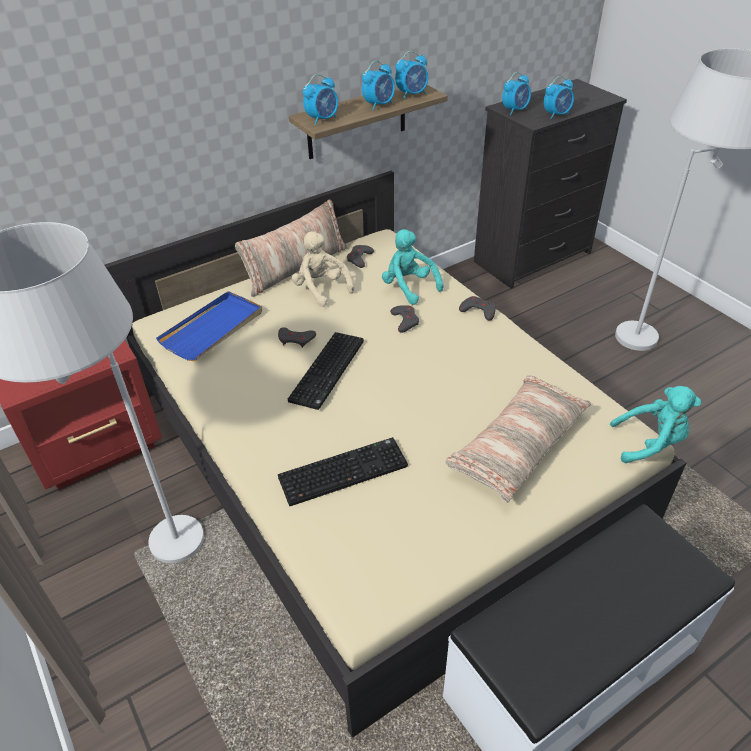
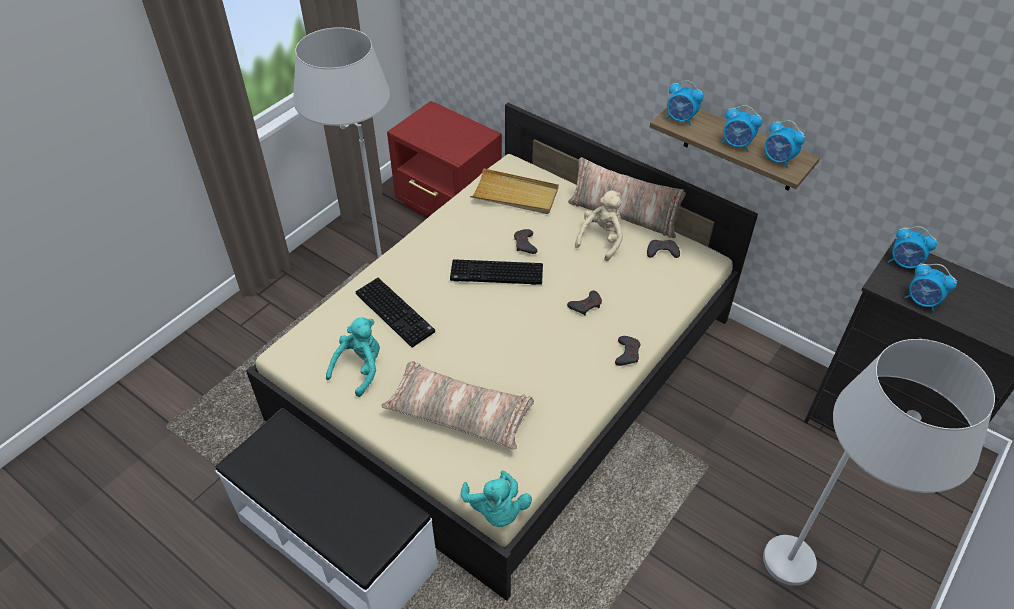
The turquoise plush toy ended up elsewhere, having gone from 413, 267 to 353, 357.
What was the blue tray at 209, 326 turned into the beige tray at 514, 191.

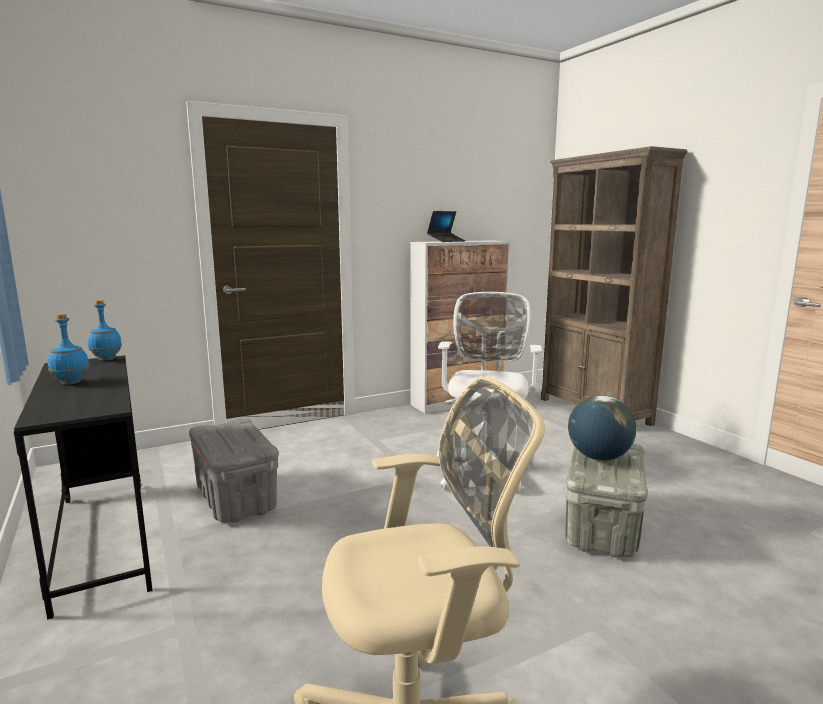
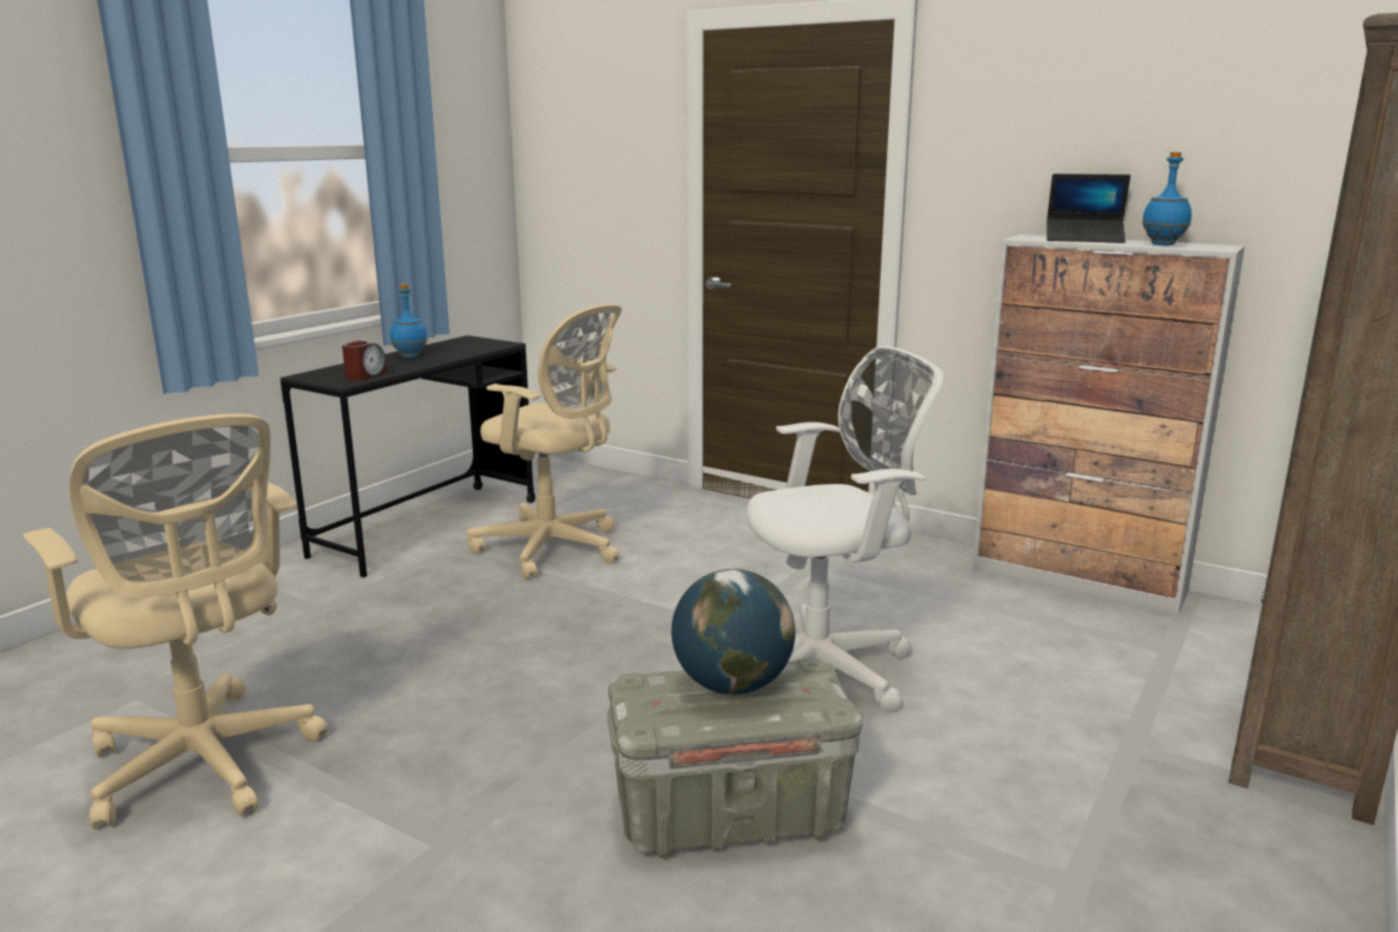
The second view gained the alarm clock at 364, 361.
Where the grey storage box stood at 234, 470, the beige office chair came to stand at 544, 441.
The blue bottle ended up elsewhere, having gone from 105, 330 to 1167, 198.

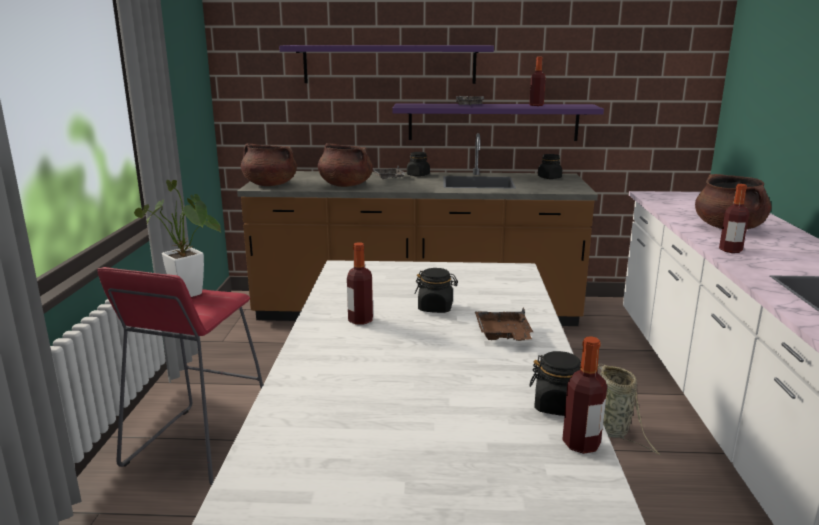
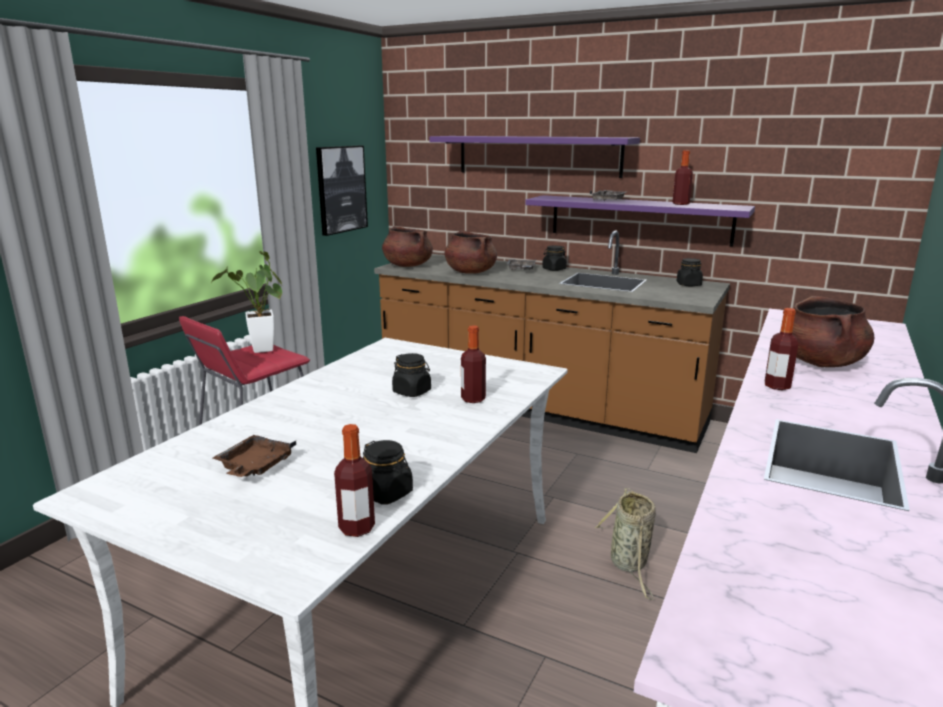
The brown tray ended up elsewhere, having gone from 504, 324 to 254, 456.
The second view gained the picture at 342, 191.
The bottle ended up elsewhere, having gone from 360, 283 to 473, 364.

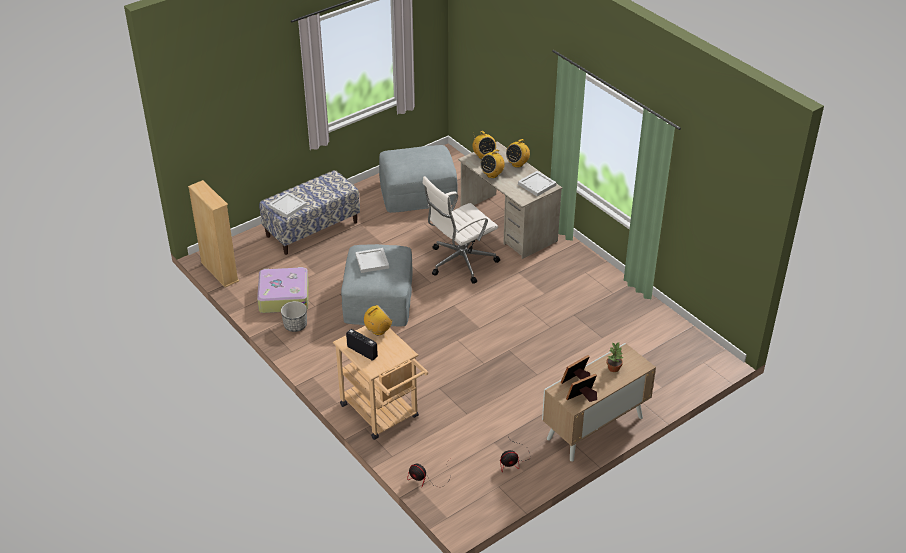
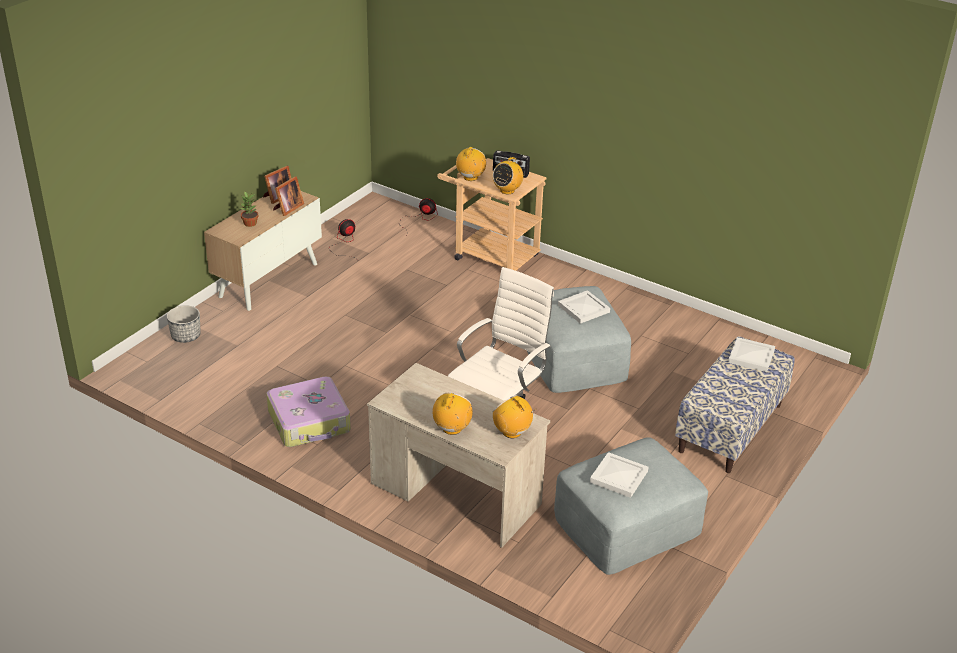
The planter ended up elsewhere, having gone from 294, 316 to 184, 324.
The suitcase ended up elsewhere, having gone from 283, 290 to 308, 412.
The radio ended up elsewhere, having gone from 492, 163 to 471, 164.
The white tray ended up elsewhere, having gone from 537, 183 to 619, 475.
The second view lost the beige bookcase at 213, 234.

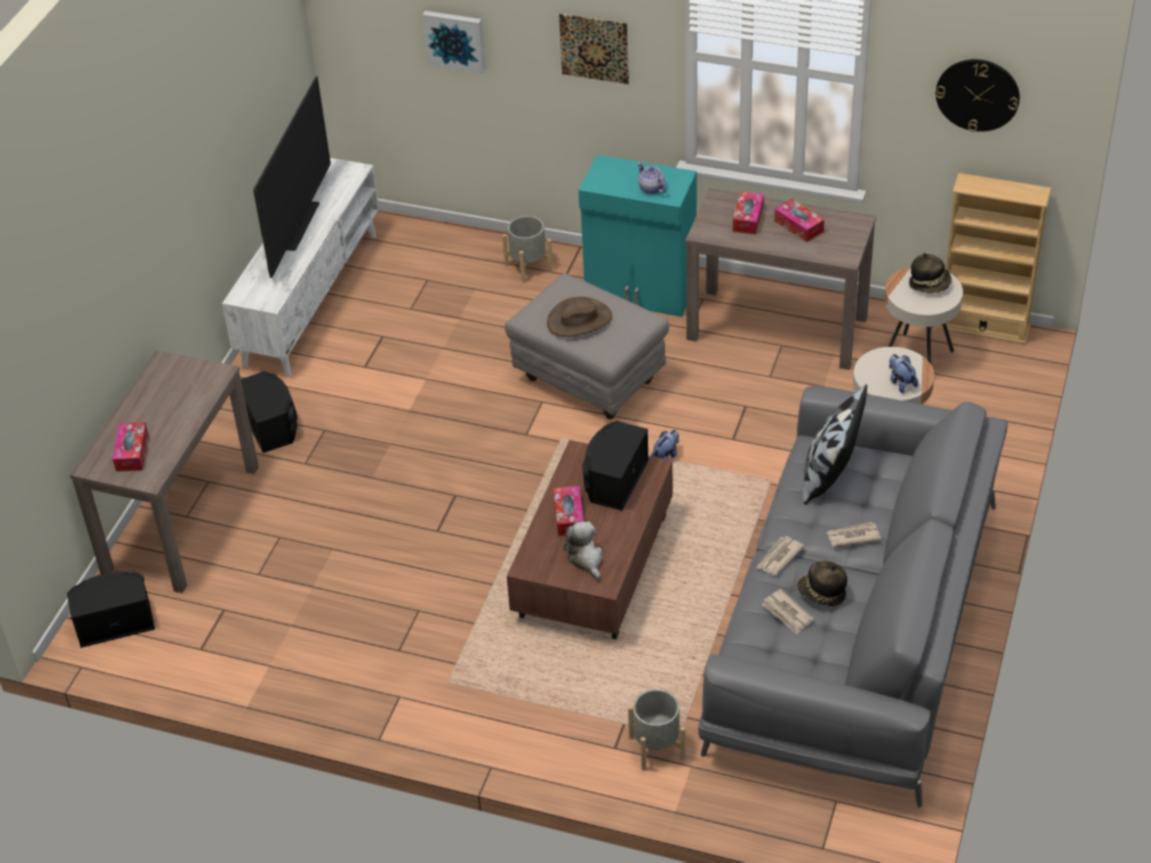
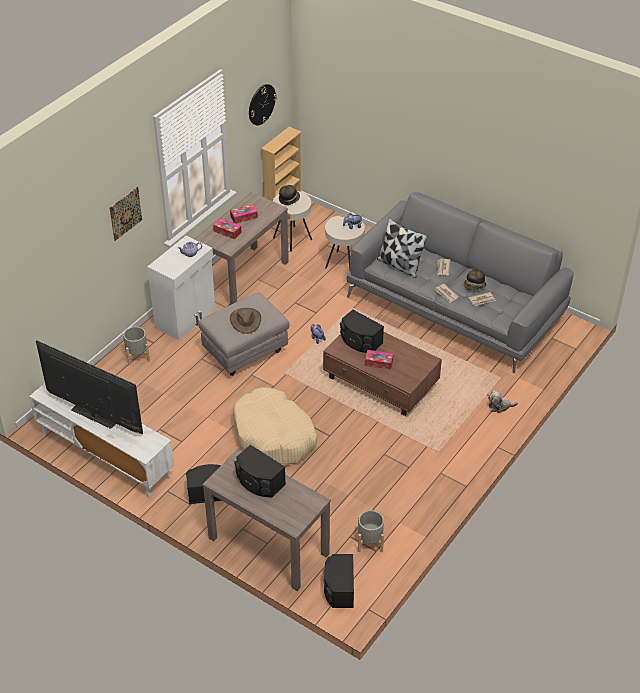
What was the turquoise cabinet at 637, 236 turned into the white cabinet at 181, 288.
The second view gained the beige dog bed at 275, 425.
The second view gained the black speaker at 260, 471.
The grey planter ended up elsewhere, having gone from 656, 730 to 371, 531.
The plush toy ended up elsewhere, having gone from 582, 550 to 503, 401.
The second view lost the tissue box at 130, 447.
The second view lost the picture at 454, 42.

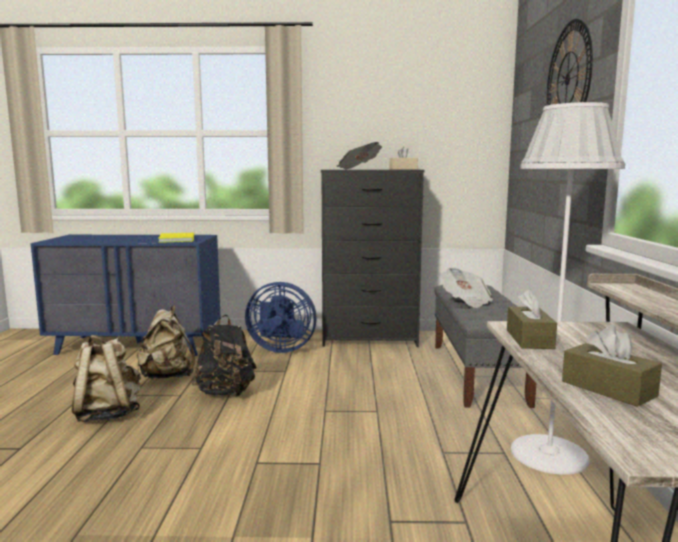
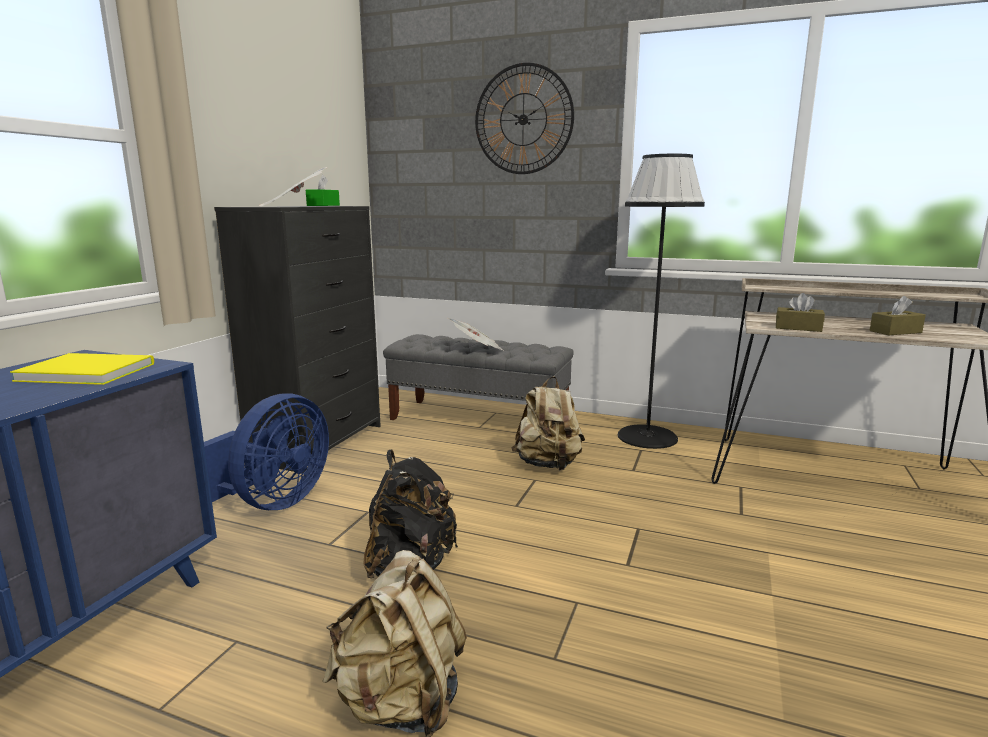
What was the beige tissue box at 403, 158 turned into the green tissue box at 323, 190.
The beige backpack ended up elsewhere, having gone from 166, 342 to 548, 423.
What was the white floor lamp at 567, 288 turned into the black floor lamp at 661, 301.

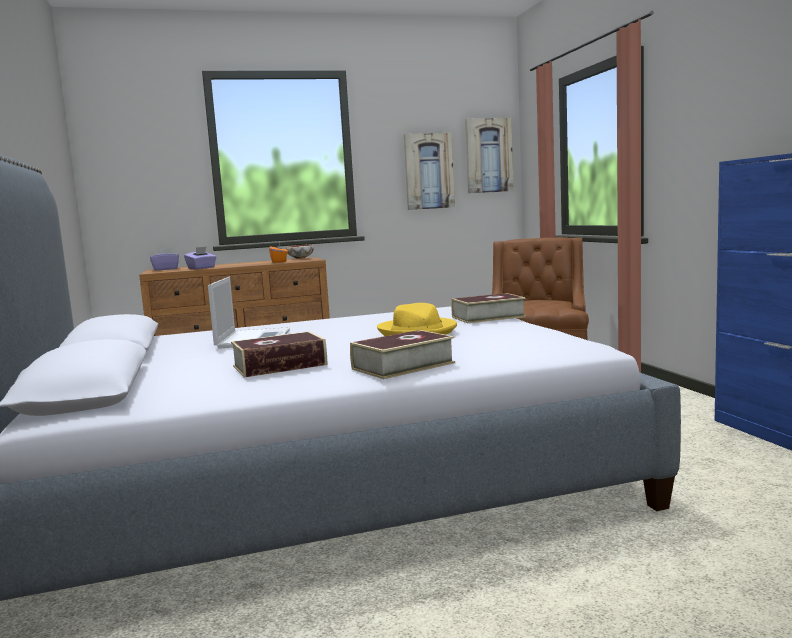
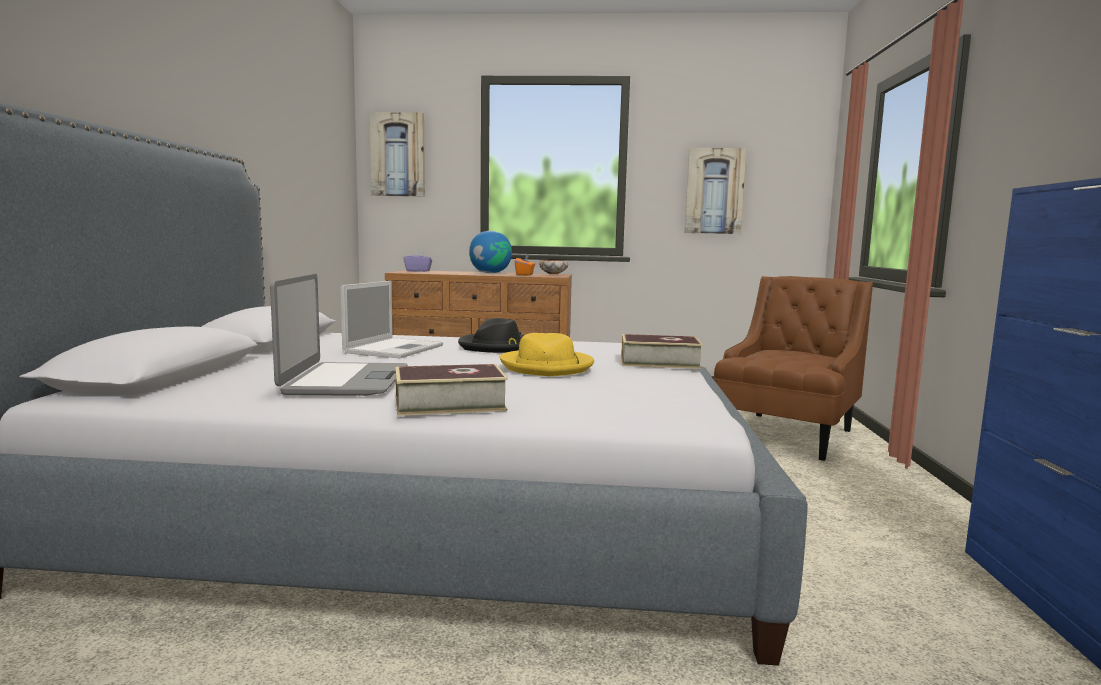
Where the book stood at 279, 354, the laptop came to stand at 339, 335.
The picture ended up elsewhere, having gone from 489, 156 to 397, 154.
The second view gained the black hat at 491, 335.
The second view gained the globe at 490, 252.
The second view lost the purple tissue box at 200, 257.

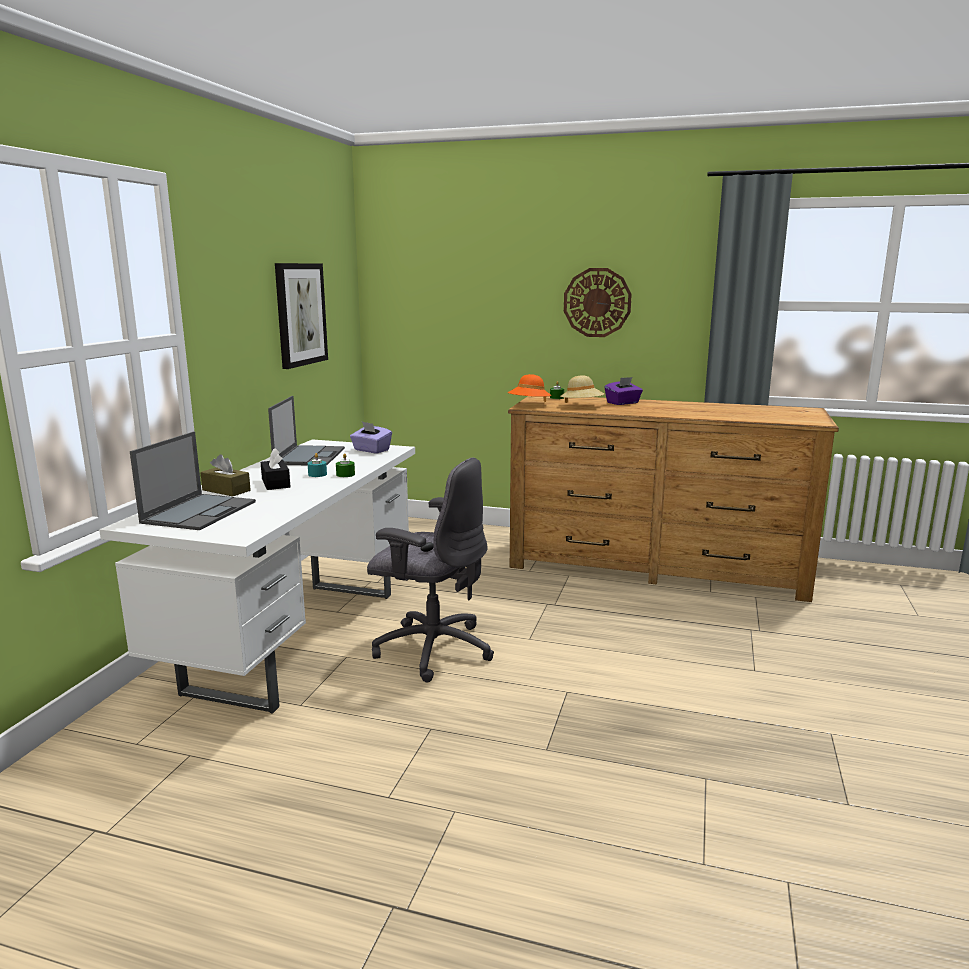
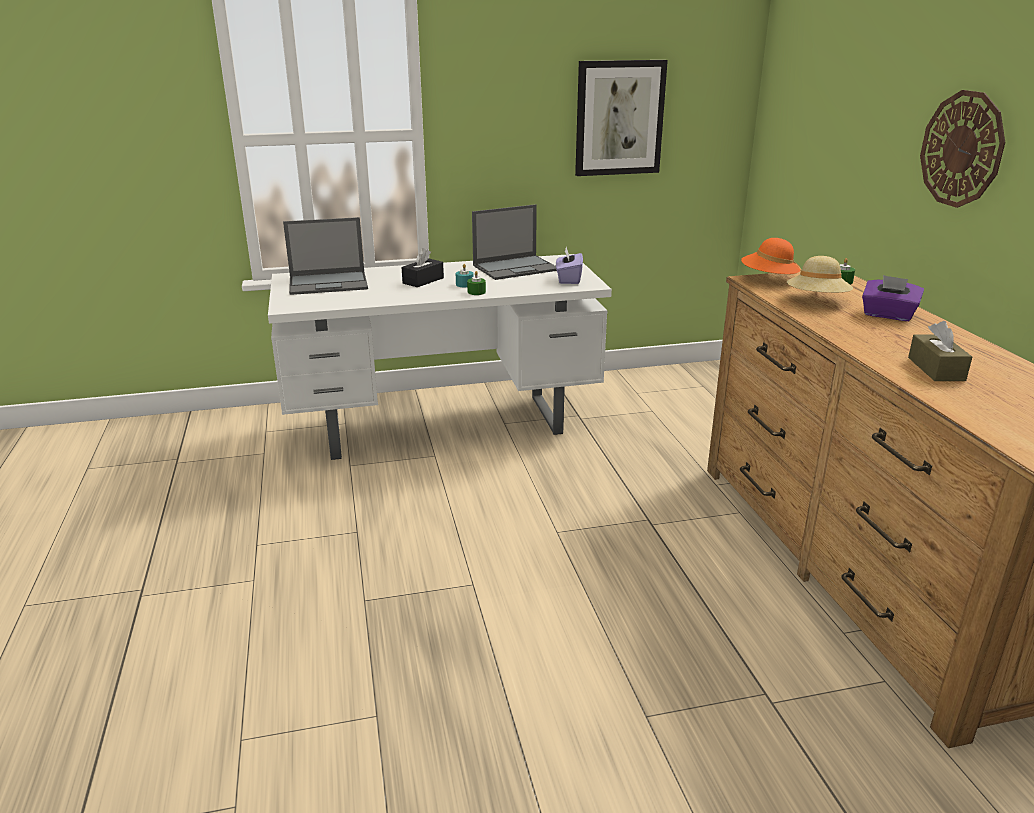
The brown tissue box ended up elsewhere, having gone from 225, 475 to 940, 351.
The second view lost the grey office chair at 430, 569.

